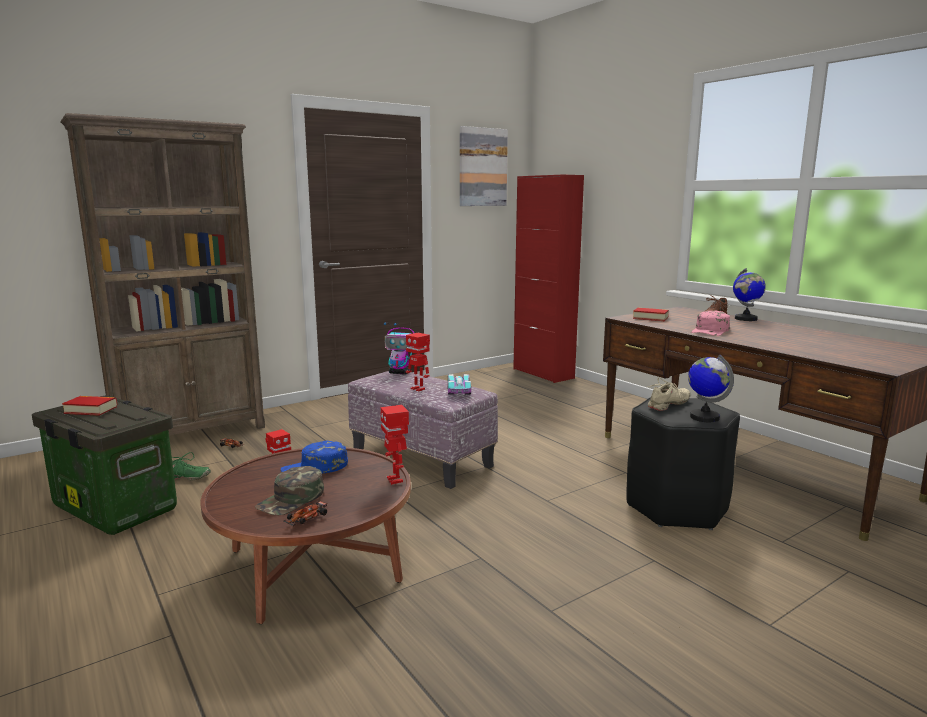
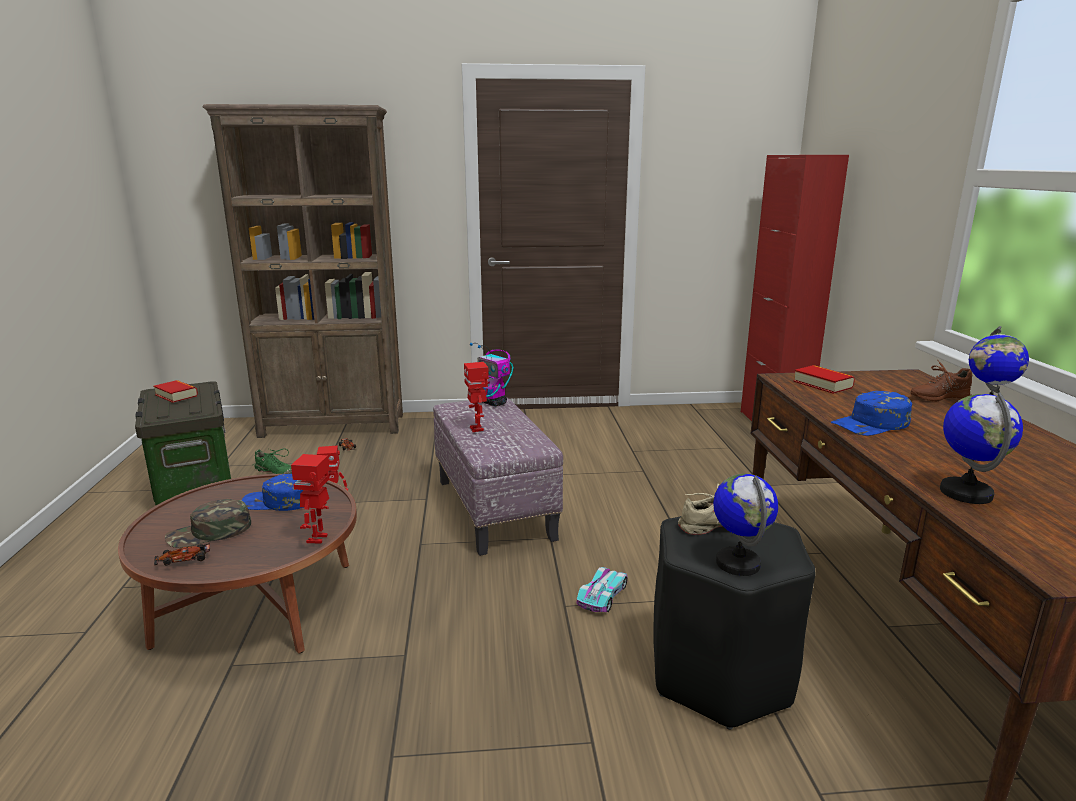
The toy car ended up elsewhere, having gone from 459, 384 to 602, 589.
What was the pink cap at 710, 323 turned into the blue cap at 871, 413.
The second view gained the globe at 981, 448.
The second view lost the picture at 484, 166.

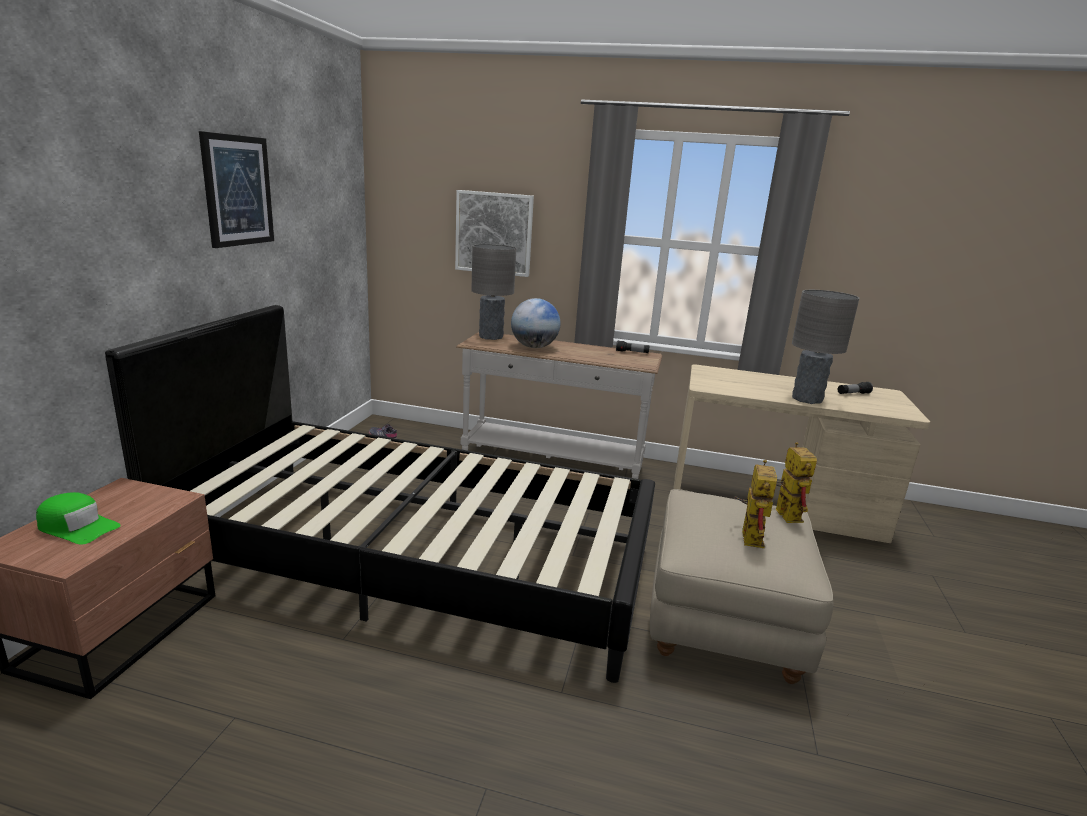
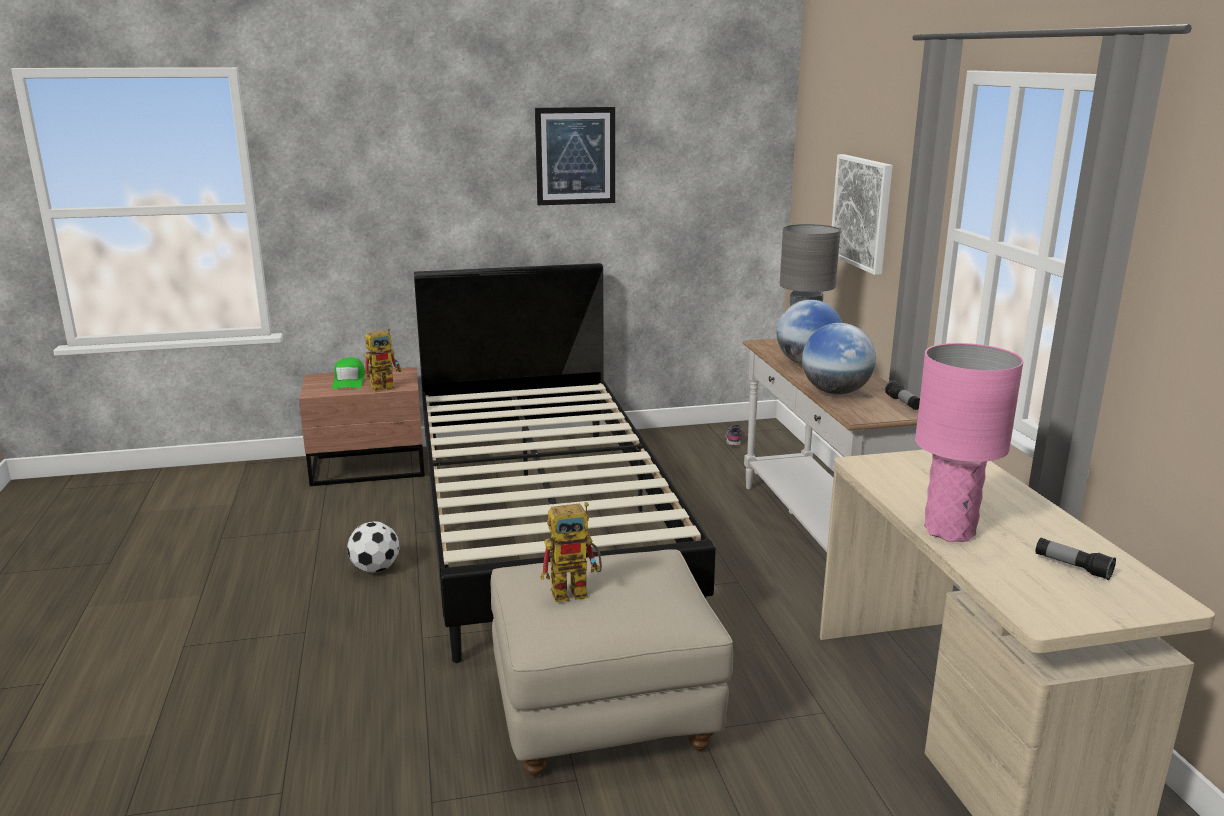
The second view gained the football at 373, 547.
The toy robot ended up elsewhere, having gone from 796, 482 to 382, 360.
The second view gained the globe at 839, 359.
What was the grey table lamp at 825, 347 turned into the pink table lamp at 969, 442.

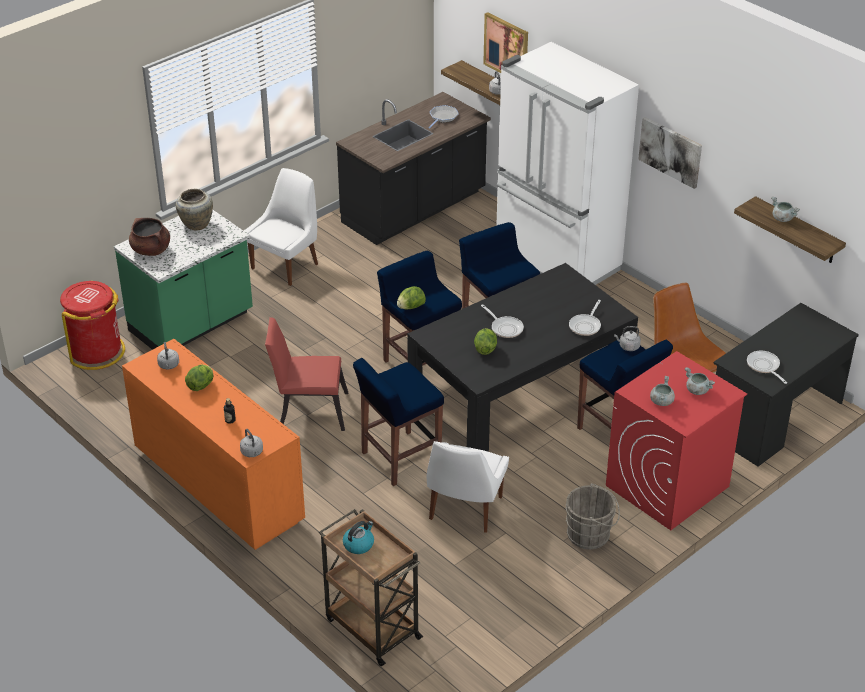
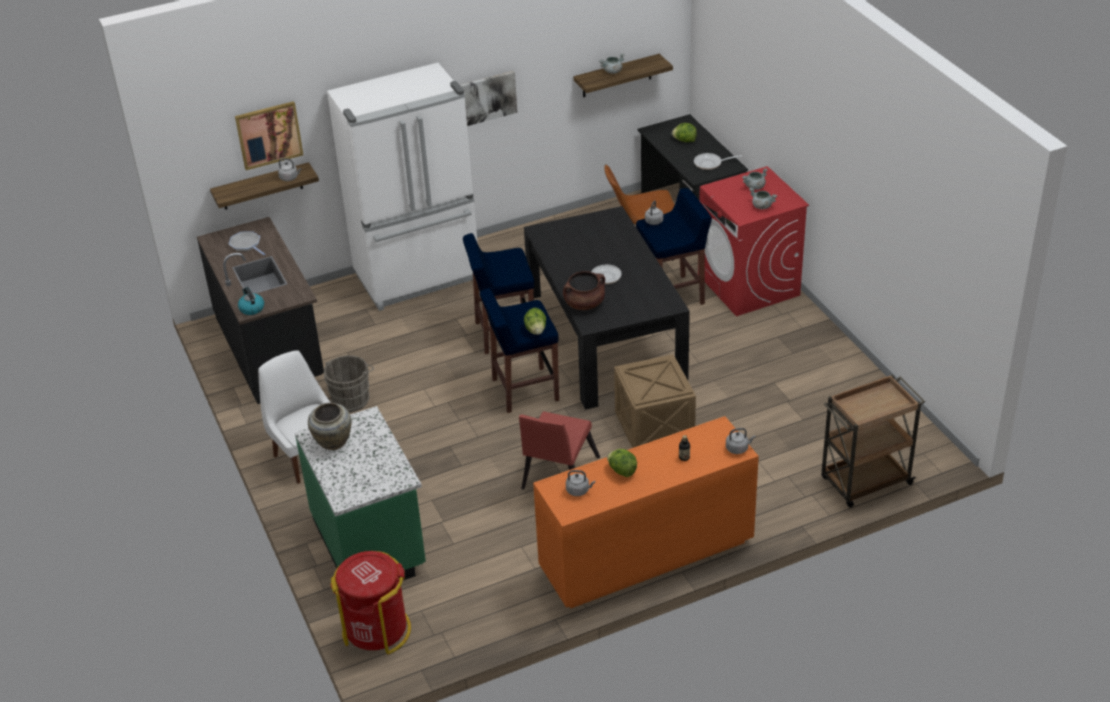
The kettle ended up elsewhere, having gone from 358, 537 to 251, 301.
The grey bucket ended up elsewhere, having gone from 592, 516 to 349, 383.
The brown cooking pot ended up elsewhere, having gone from 149, 237 to 584, 290.
Where the blue stool stood at 398, 422, the crate came to stand at 655, 401.
The lettuce ended up elsewhere, having gone from 485, 341 to 684, 132.
The second view lost the white chair at 468, 487.
The second view lost the frying pan at 585, 318.

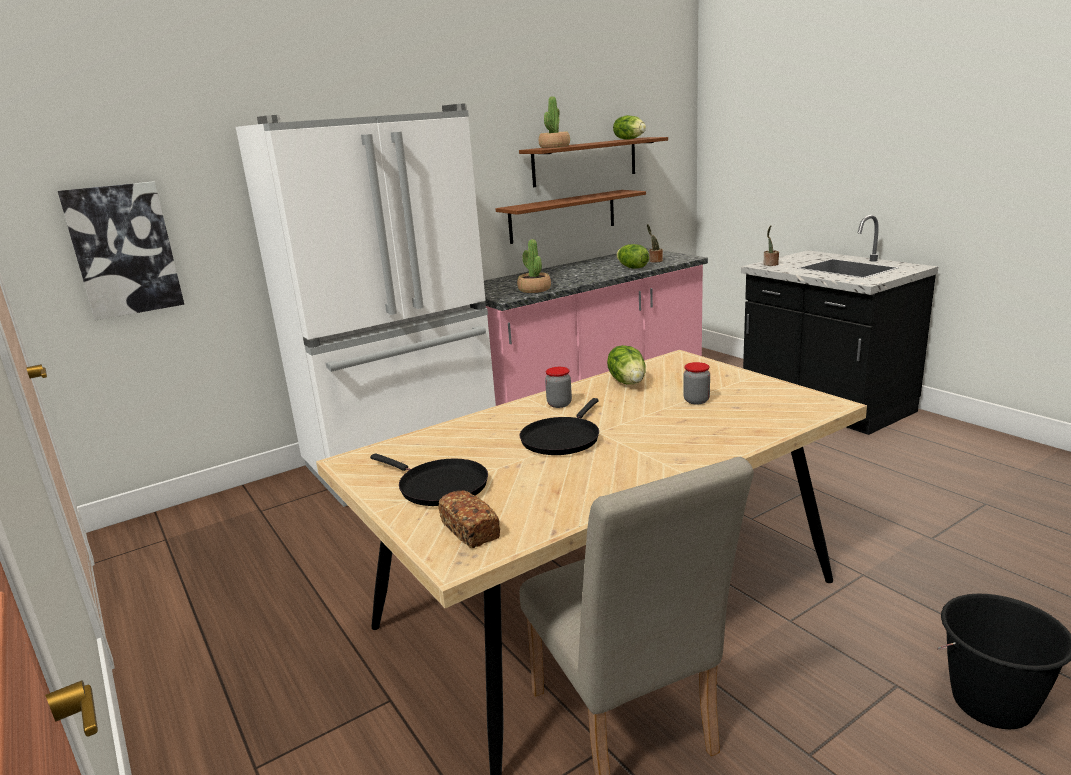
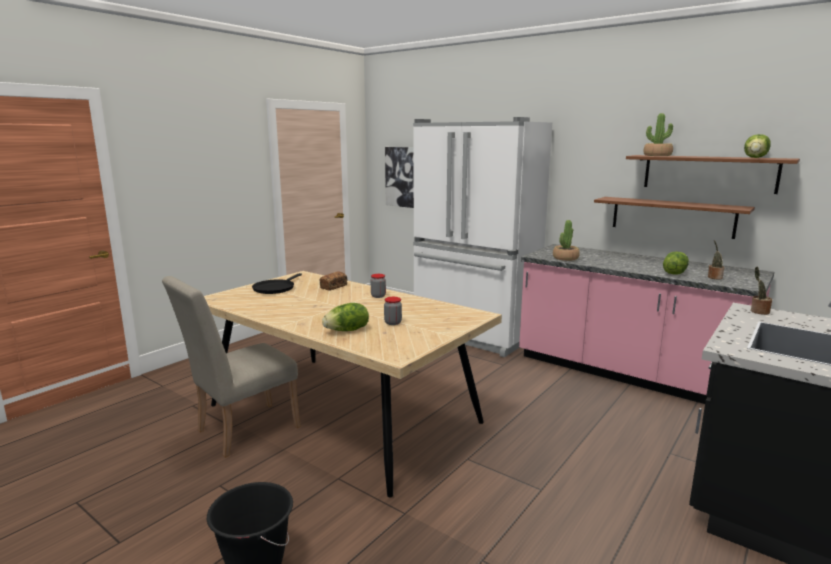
The bread ended up elsewhere, having gone from 469, 519 to 333, 281.
The lettuce ended up elsewhere, having gone from 626, 364 to 345, 317.
The second view lost the black frying pan at 559, 426.

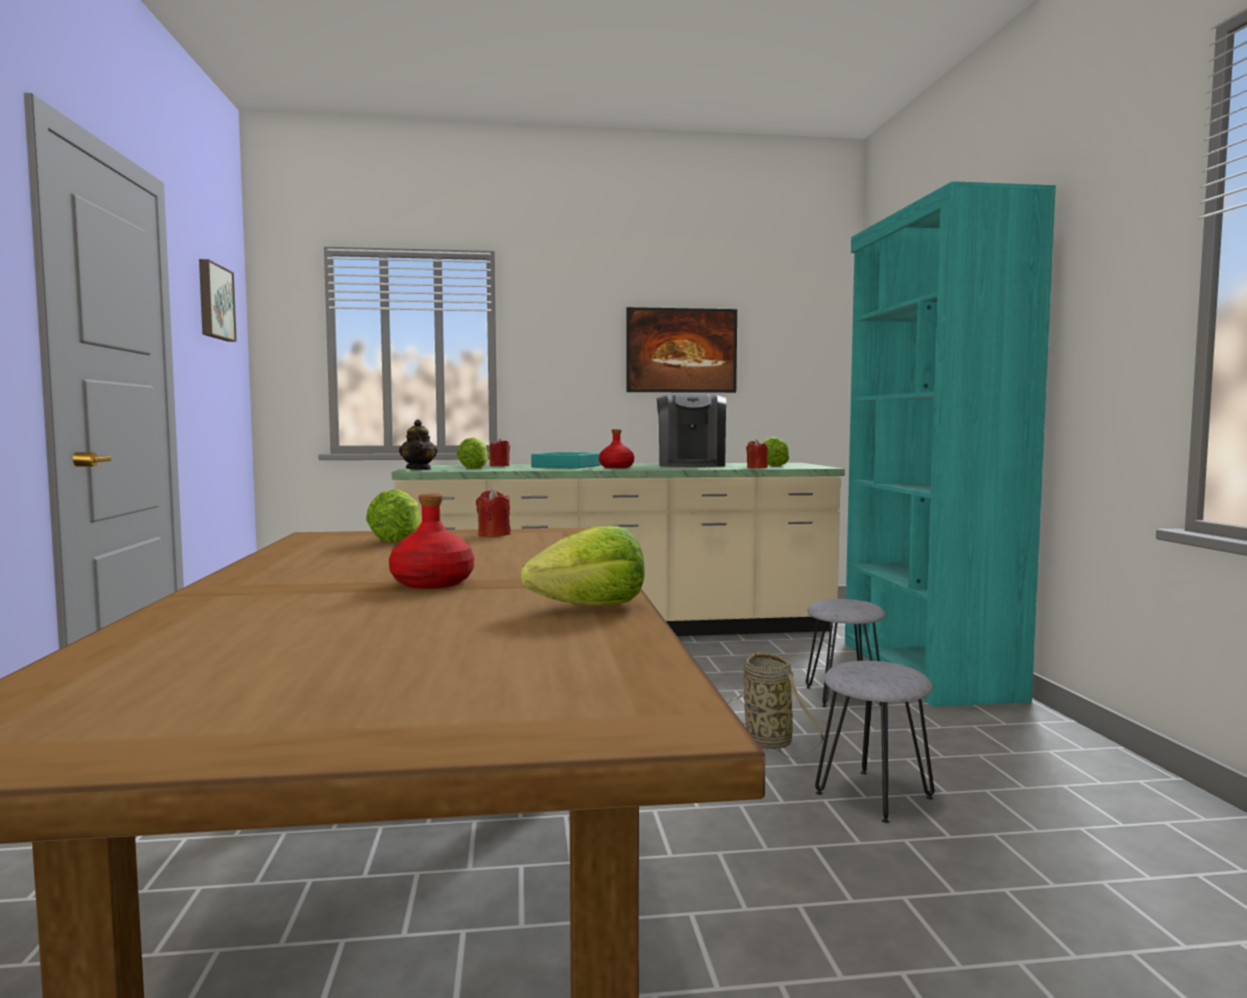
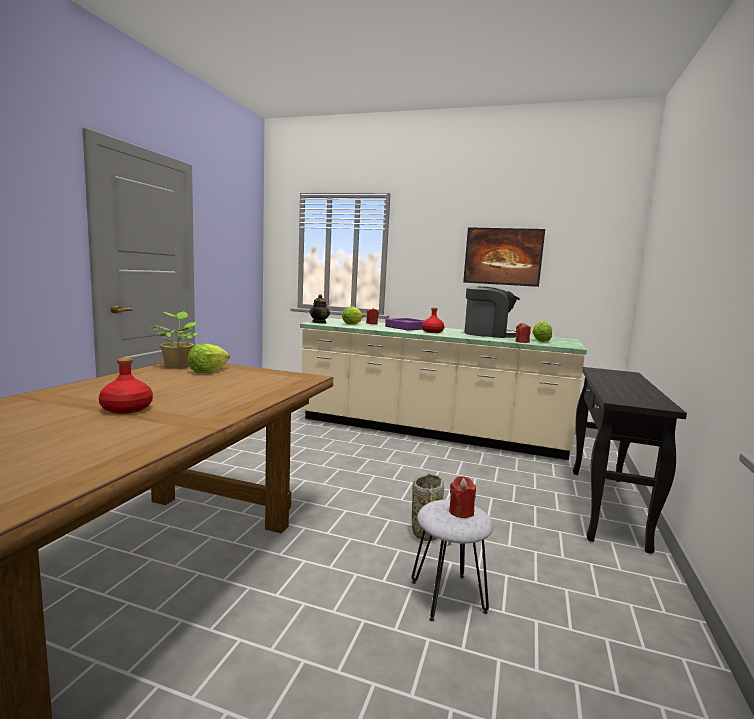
The second view gained the potted plant at 174, 340.
What was the turquoise tray at 566, 460 turned into the purple tray at 405, 324.
The red candle ended up elsewhere, having gone from 493, 512 to 462, 497.
The coffee machine at 691, 430 ended up facing another way, 105 degrees counterclockwise from before.
Where the turquoise bookcase stood at 950, 444, the black console table came to stand at 630, 460.
The second view lost the picture at 218, 300.
The second view lost the lettuce at 583, 566.
The second view lost the grey stool at 845, 653.

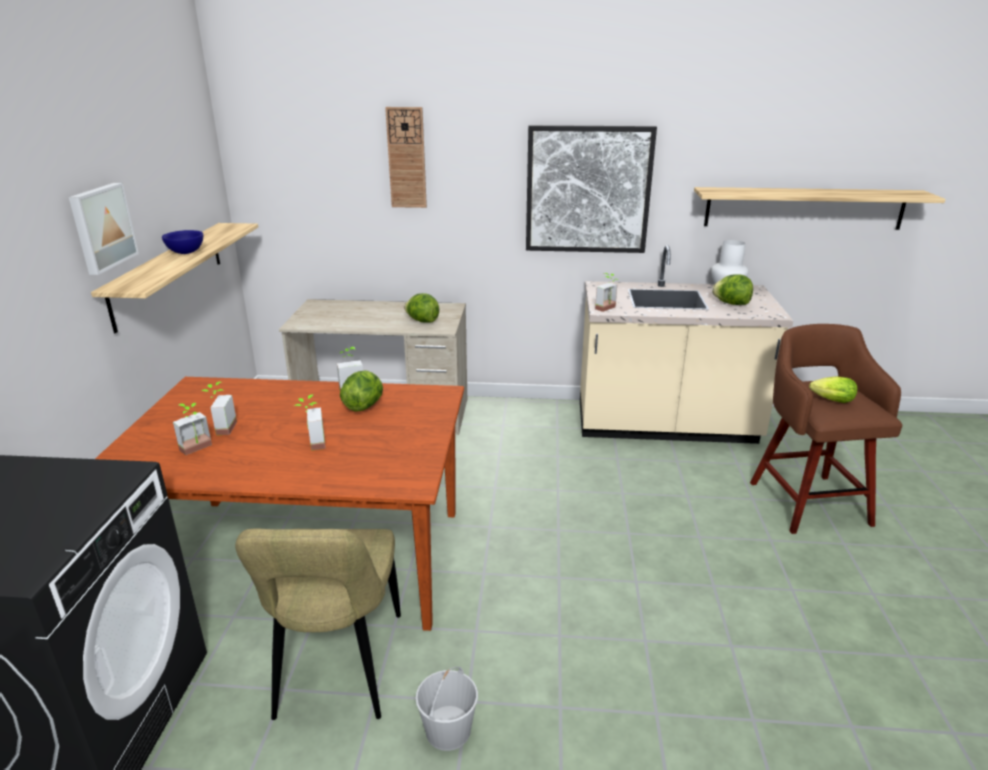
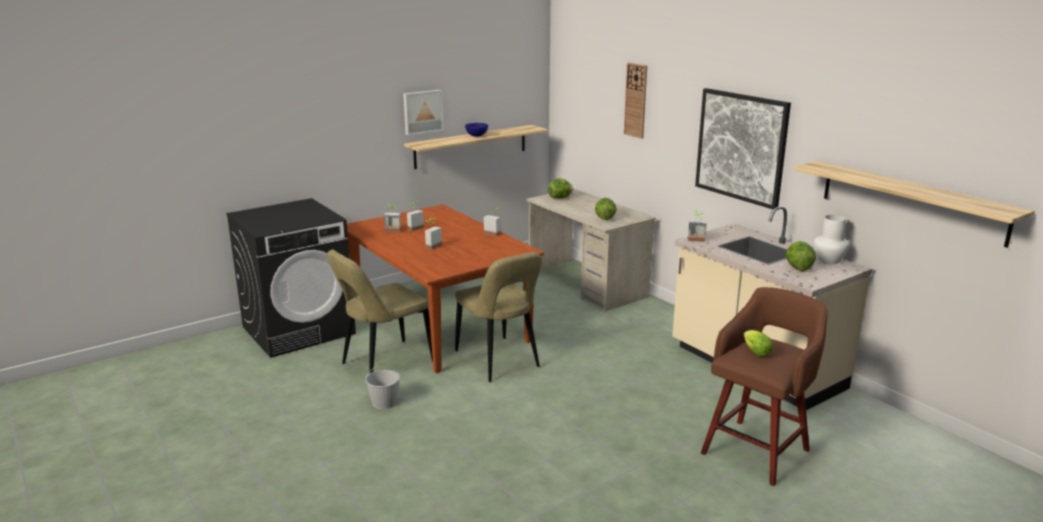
The second view gained the beige chair at 498, 317.
The lettuce ended up elsewhere, having gone from 361, 391 to 560, 188.

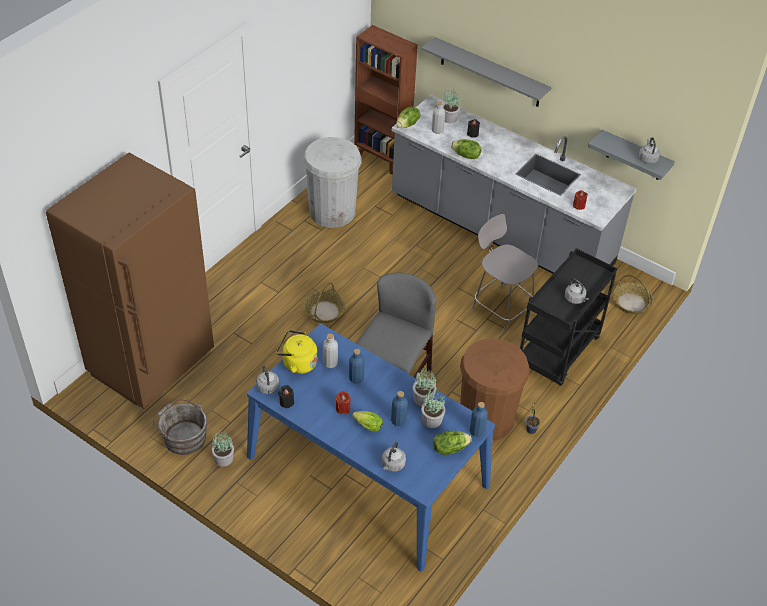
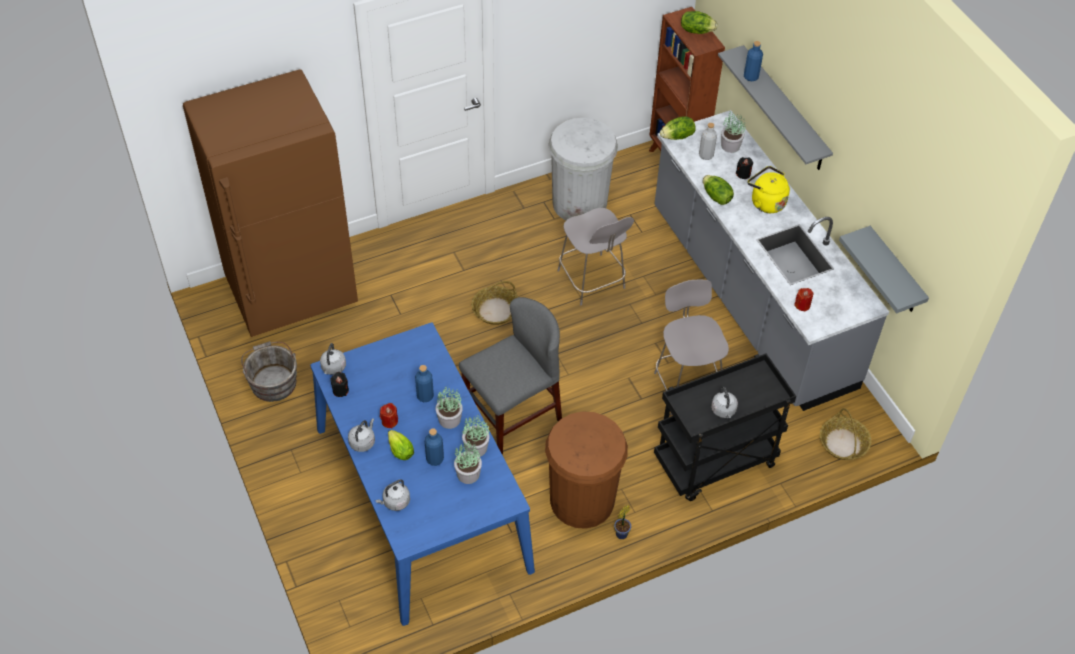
The grey kettle ended up elsewhere, having gone from 649, 150 to 361, 435.
The potted plant ended up elsewhere, having gone from 222, 449 to 449, 408.
The second view gained the grey chair at 595, 256.
The lettuce ended up elsewhere, having gone from 452, 443 to 699, 22.
The blue bottle ended up elsewhere, having gone from 479, 419 to 753, 61.
The yellow kettle ended up elsewhere, having gone from 297, 352 to 769, 189.
The second view lost the grey bottle at 330, 350.

